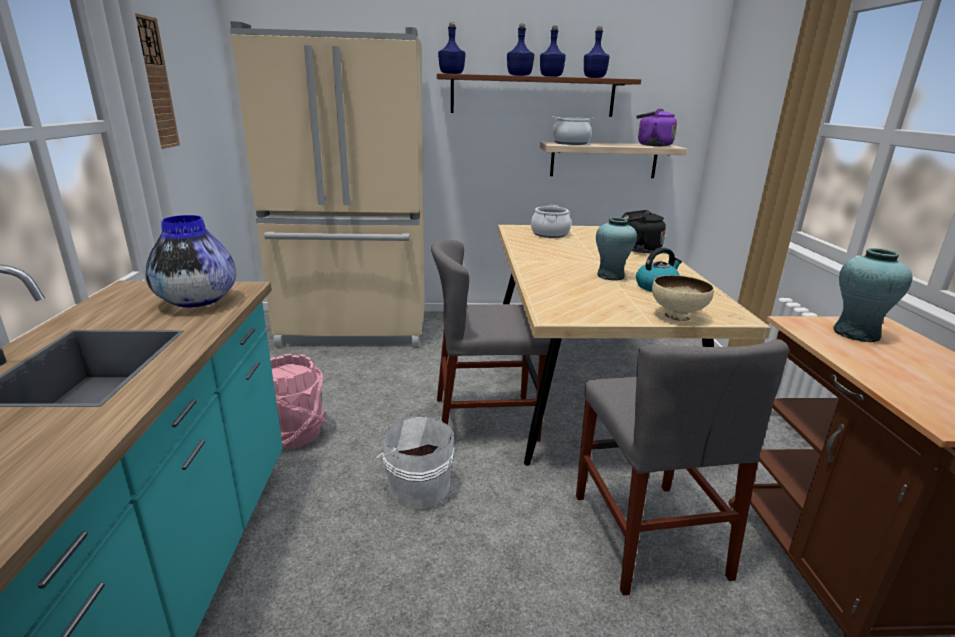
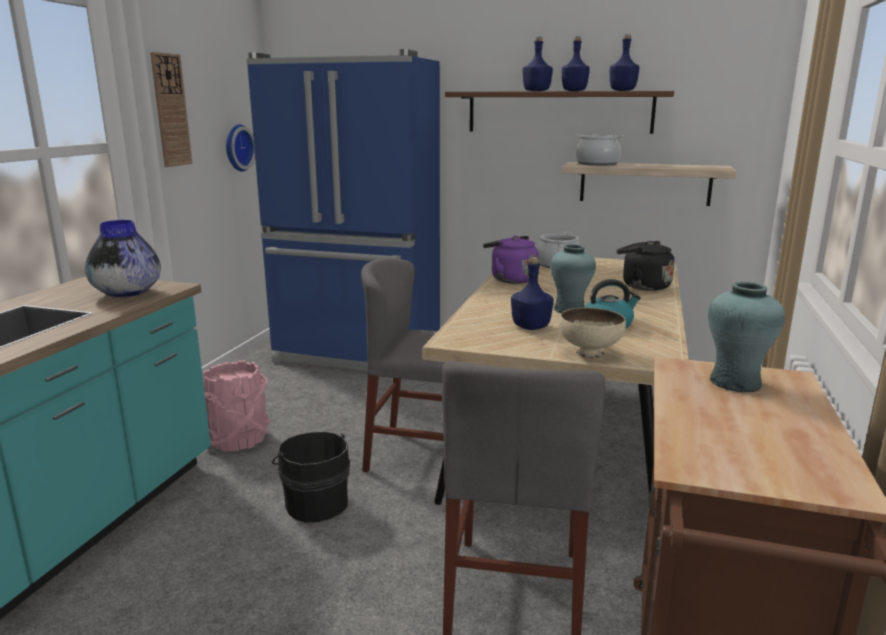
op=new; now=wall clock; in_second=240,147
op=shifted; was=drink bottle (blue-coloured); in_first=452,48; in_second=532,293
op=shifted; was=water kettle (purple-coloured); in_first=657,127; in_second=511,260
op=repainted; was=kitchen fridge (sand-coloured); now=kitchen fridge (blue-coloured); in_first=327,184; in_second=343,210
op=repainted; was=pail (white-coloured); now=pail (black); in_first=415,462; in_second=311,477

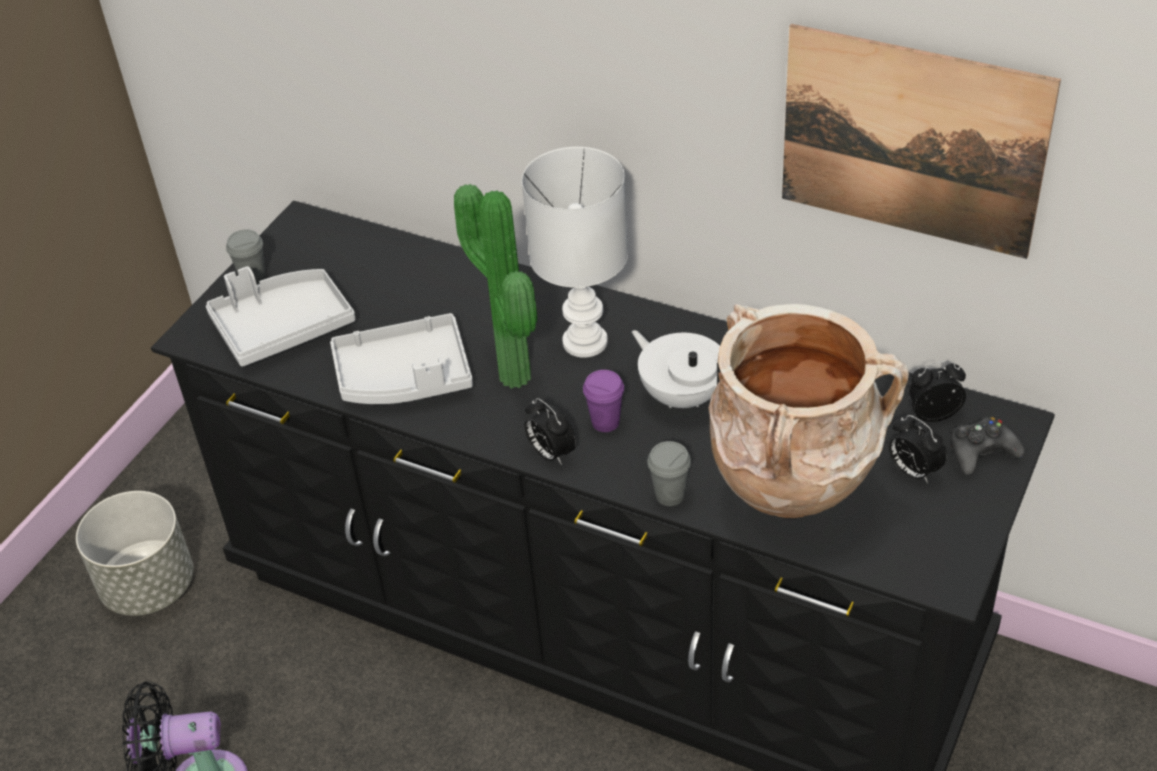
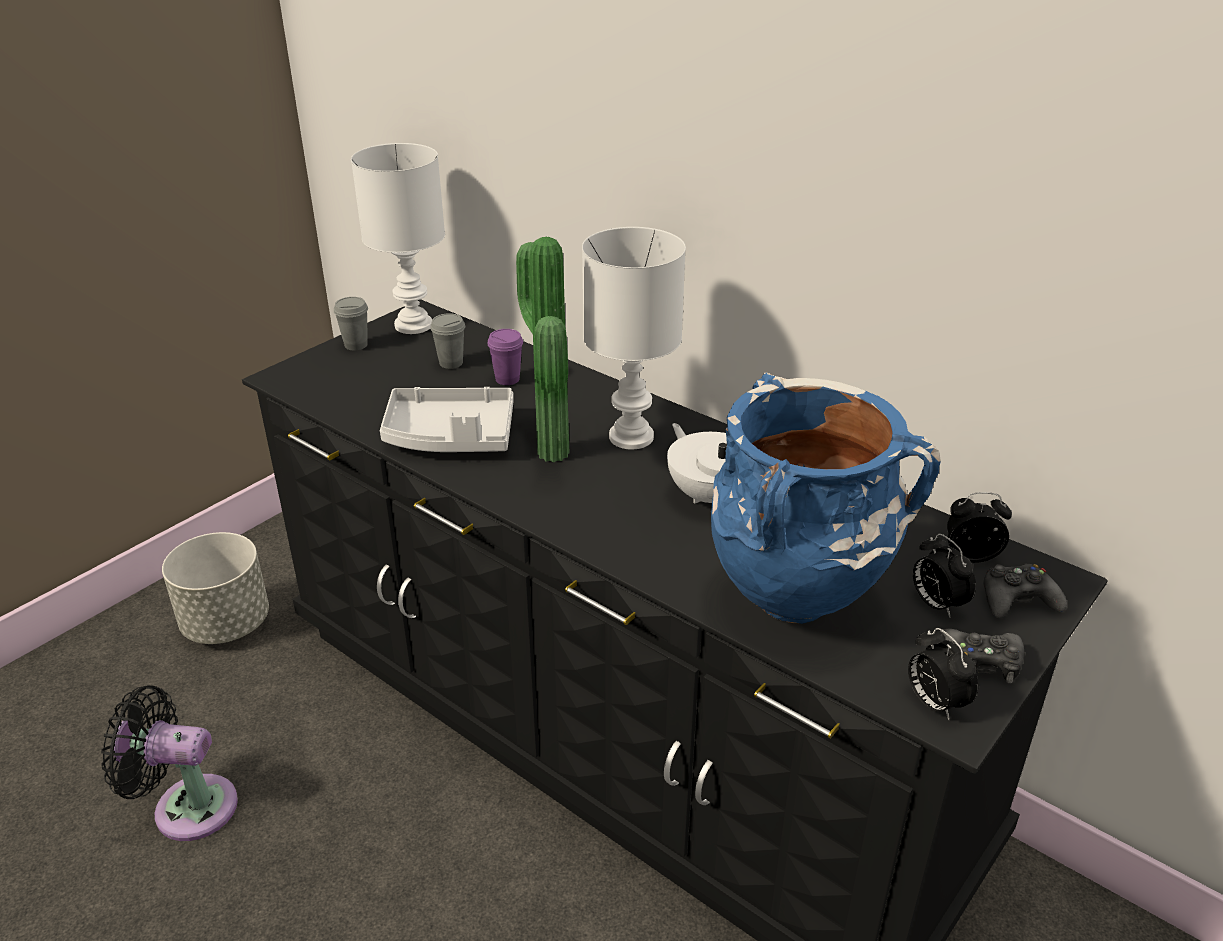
op=gone; was=tray (greyish); in_first=281,316
op=gone; was=wall art; in_first=921,141
op=new; now=tabletop lamp (white-coloured); in_second=398,238
op=new; now=gamepad (black); in_second=981,656
op=shifted; was=alarm clock; in_first=550,431; in_second=943,674
op=shifted; was=drinking cup (purple-coloured); in_first=603,401; in_second=505,357
op=shifted; was=drinking cup (greyish); in_first=669,473; in_second=447,341
op=repainted; was=flower vase (sand-coloured); now=flower vase (blue-coloured); in_first=809,411; in_second=826,498

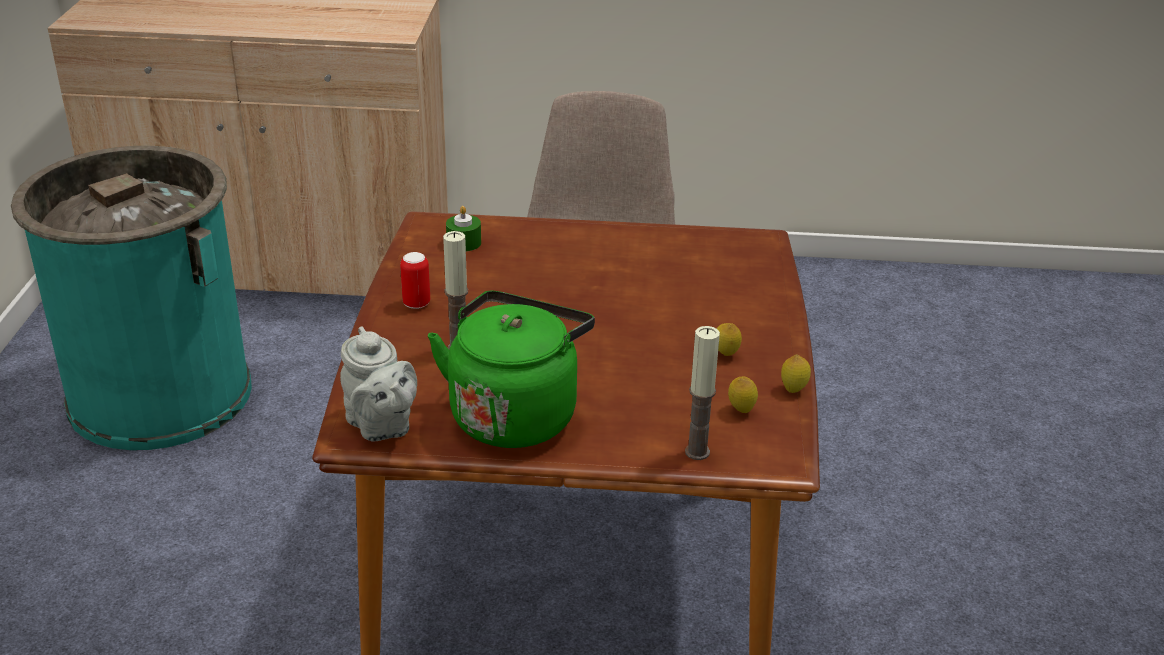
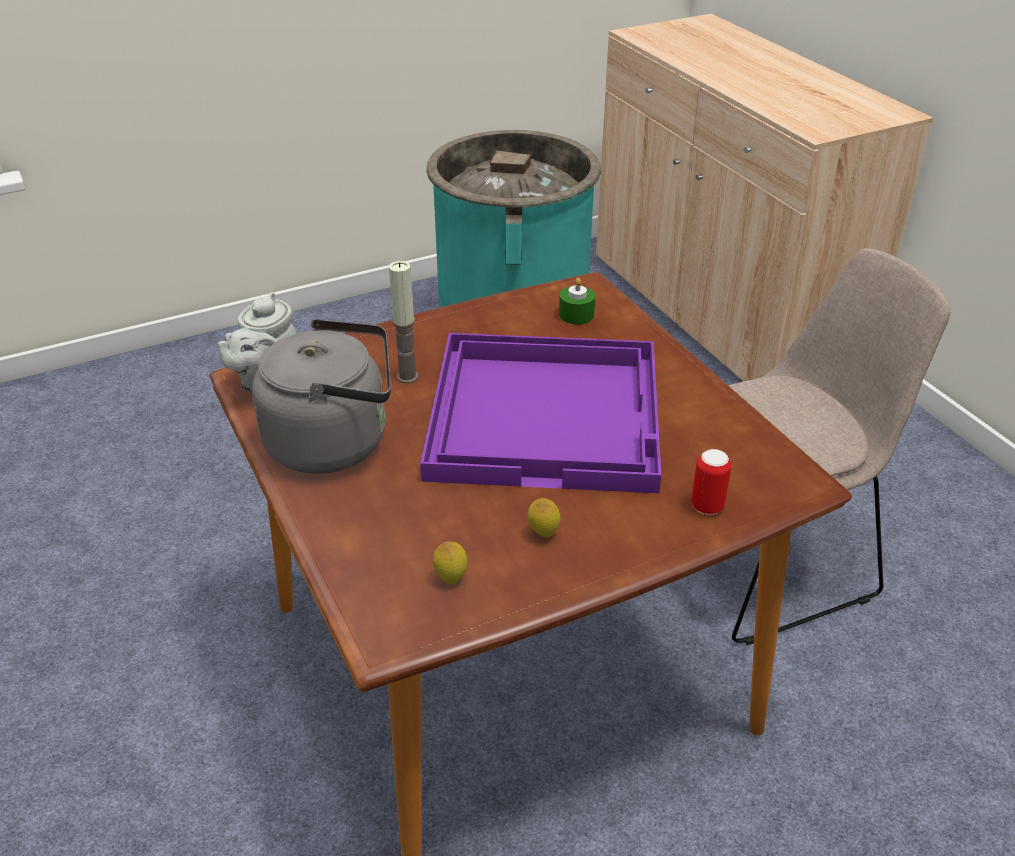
op=gone; was=candle; in_first=702,393
op=gone; was=whole lemon; in_first=796,373
op=new; now=tray (purple-coloured); in_second=540,413
op=shifted; was=sealed can; in_first=415,280; in_second=711,482
op=repainted; was=water kettle (green-coloured); now=water kettle (greyish); in_first=511,369; in_second=321,396

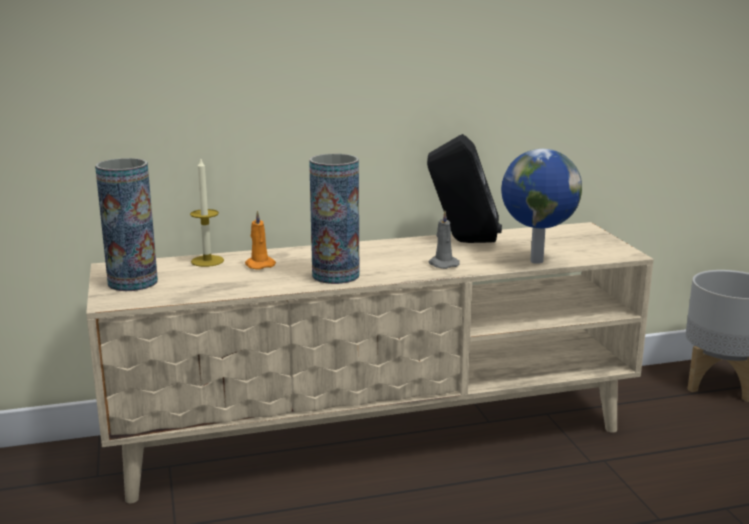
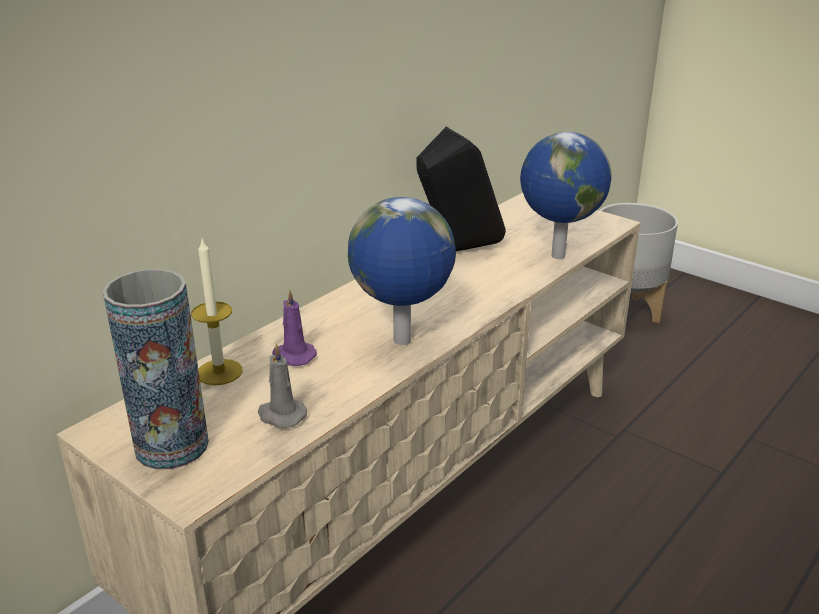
op=shifted; was=candle (greyish); in_first=444,240; in_second=282,385
op=swapped; was=flower vase; now=desk globe; in_first=334,219; in_second=402,271
op=repainted; was=candle (orange-coloured); now=candle (purple-coloured); in_first=260,240; in_second=294,327

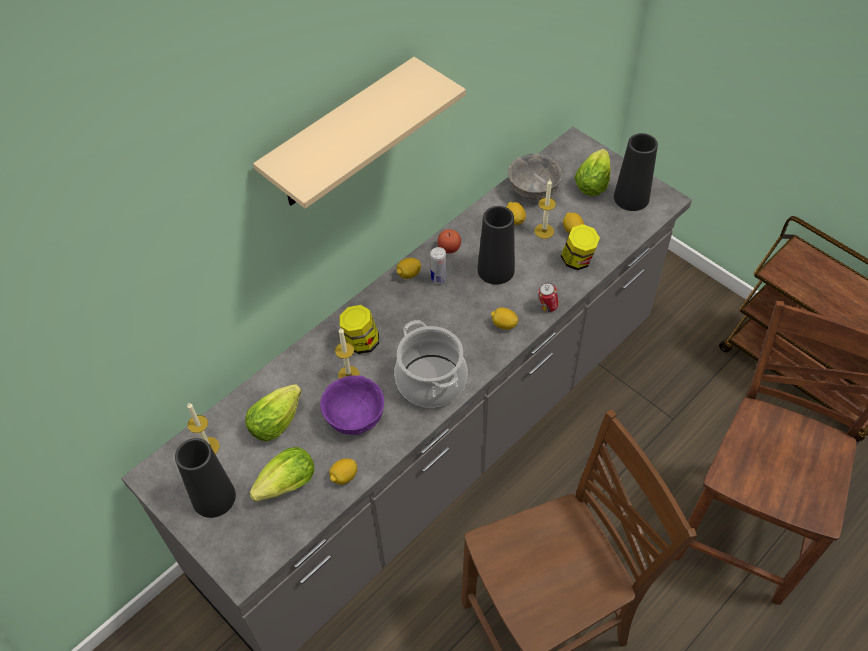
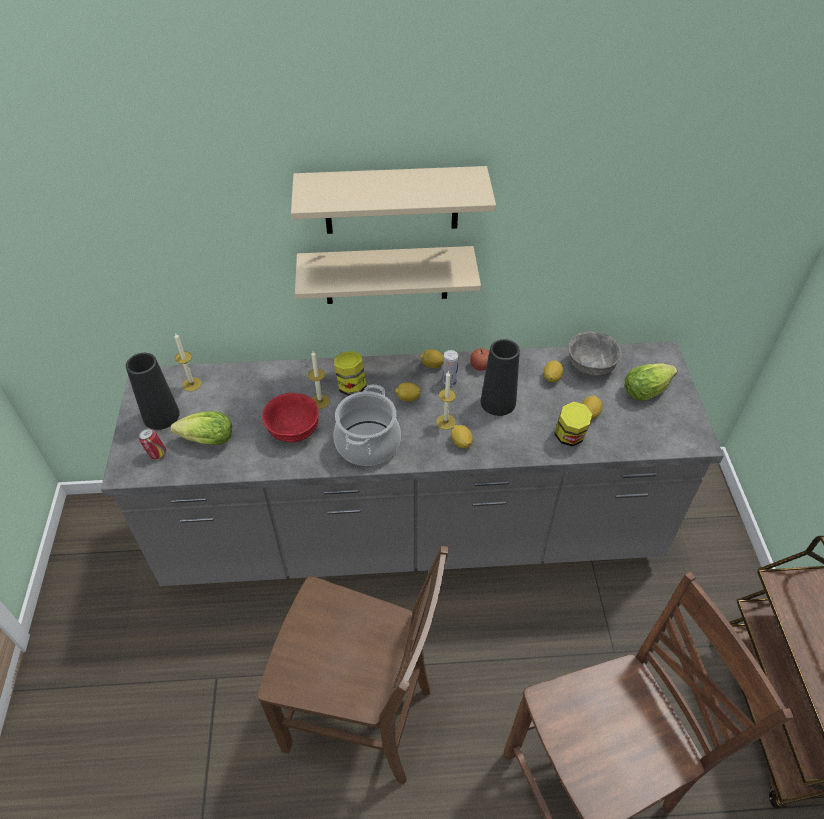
op=gone; was=lettuce head; in_first=273,413
op=gone; was=flower vase (black); in_first=636,172
op=new; now=bracket shelf (sand-coloured); in_second=388,275
op=shifted; was=whole lemon; in_first=343,471; in_second=408,392
op=shifted; was=candle; in_first=545,209; in_second=446,400
op=shifted; was=sealed can; in_first=548,297; in_second=152,443
op=repainted; was=deep dish (purple-coloured); now=deep dish (reddish); in_first=352,405; in_second=290,417

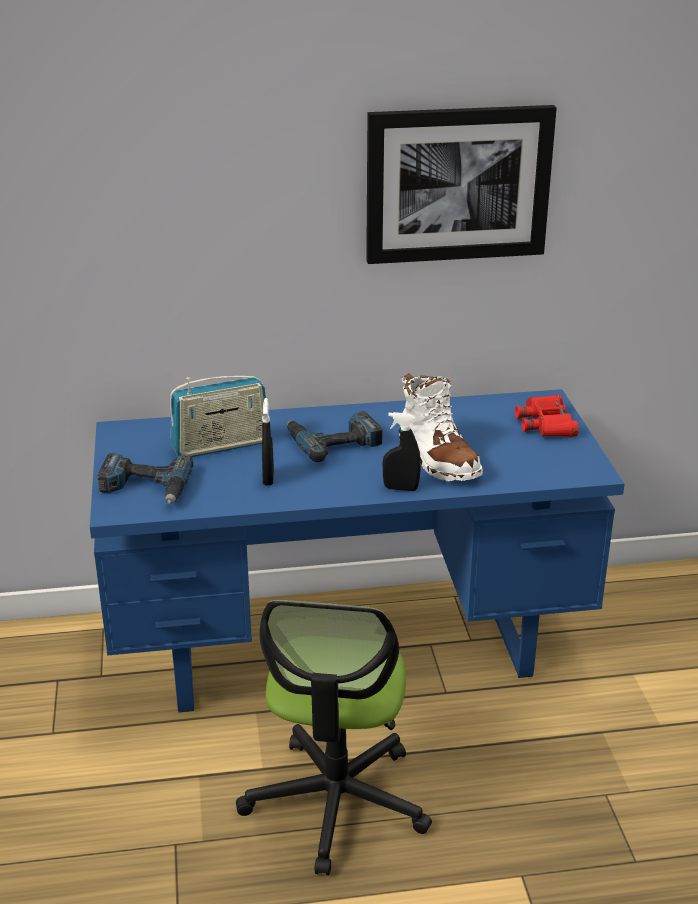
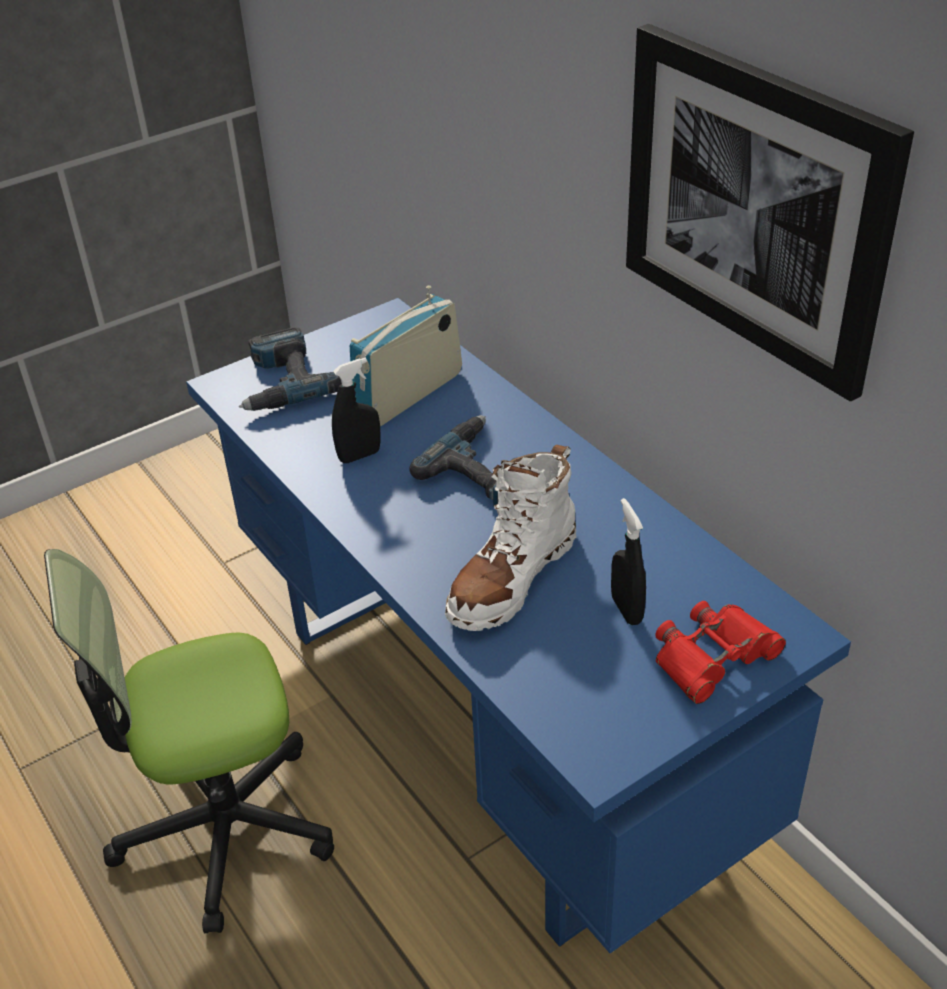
op=shifted; was=sprayer (black); in_first=402,451; in_second=628,561
op=rotated; was=radio; in_first=218,416; in_second=406,356; clockwise=90

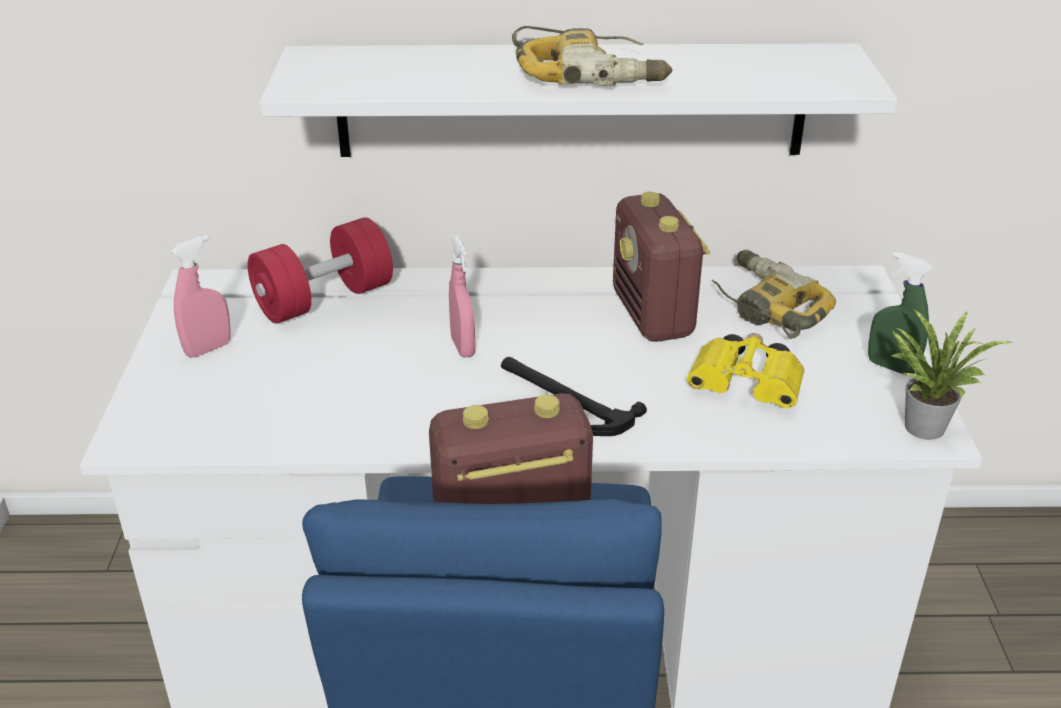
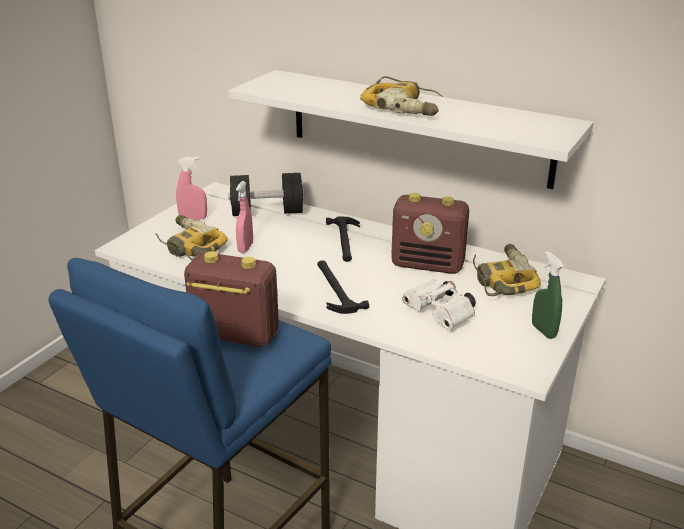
op=gone; was=plant in a pot; in_first=952,375
op=new; now=electric drill; in_second=191,238
op=new; now=hand hammer; in_second=343,239
op=shifted; was=sprayer (pink); in_first=462,296; in_second=244,217
op=repainted; was=dumbbell (reddish); now=dumbbell (black); in_first=320,270; in_second=266,194
op=repainted; was=pair of binoculars (yellowish); now=pair of binoculars (white-coloured); in_first=745,370; in_second=439,304
op=rotated; was=radio; in_first=661,267; in_second=430,233; clockwise=-90

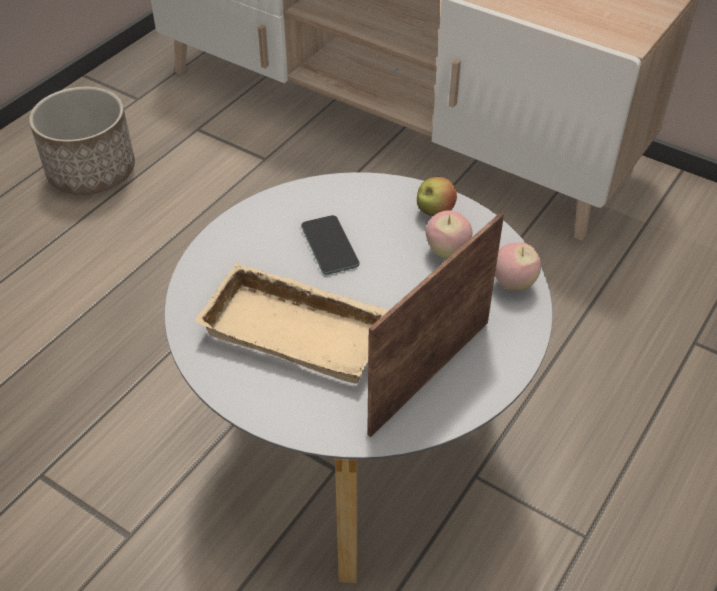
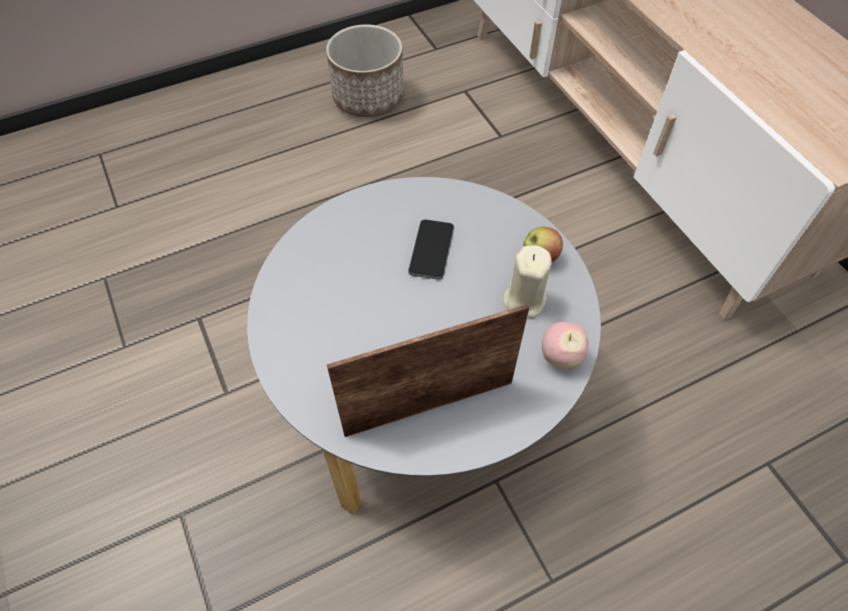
op=gone; was=tray (sand-coloured); in_first=291,323
op=swapped; was=apple; now=candle (sand-coloured); in_first=449,234; in_second=527,281

